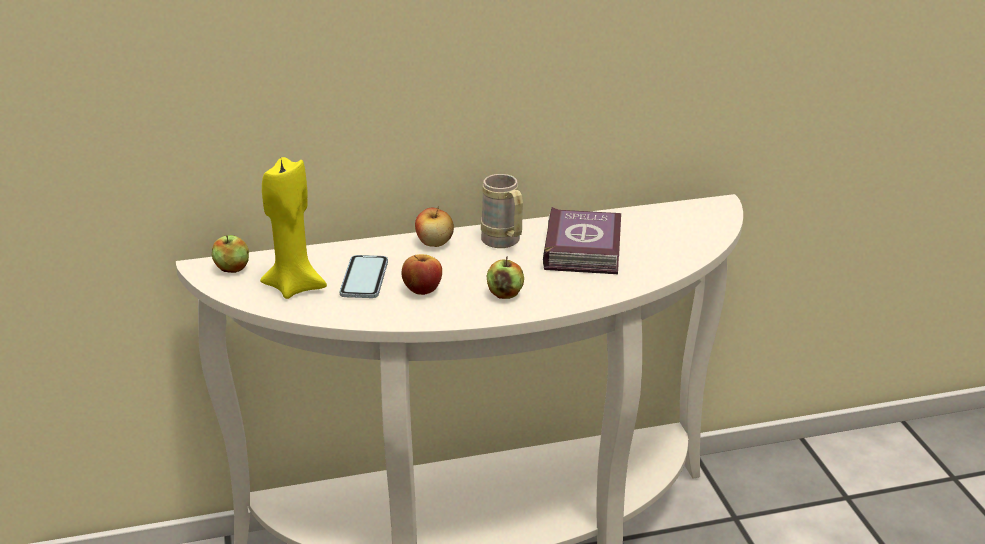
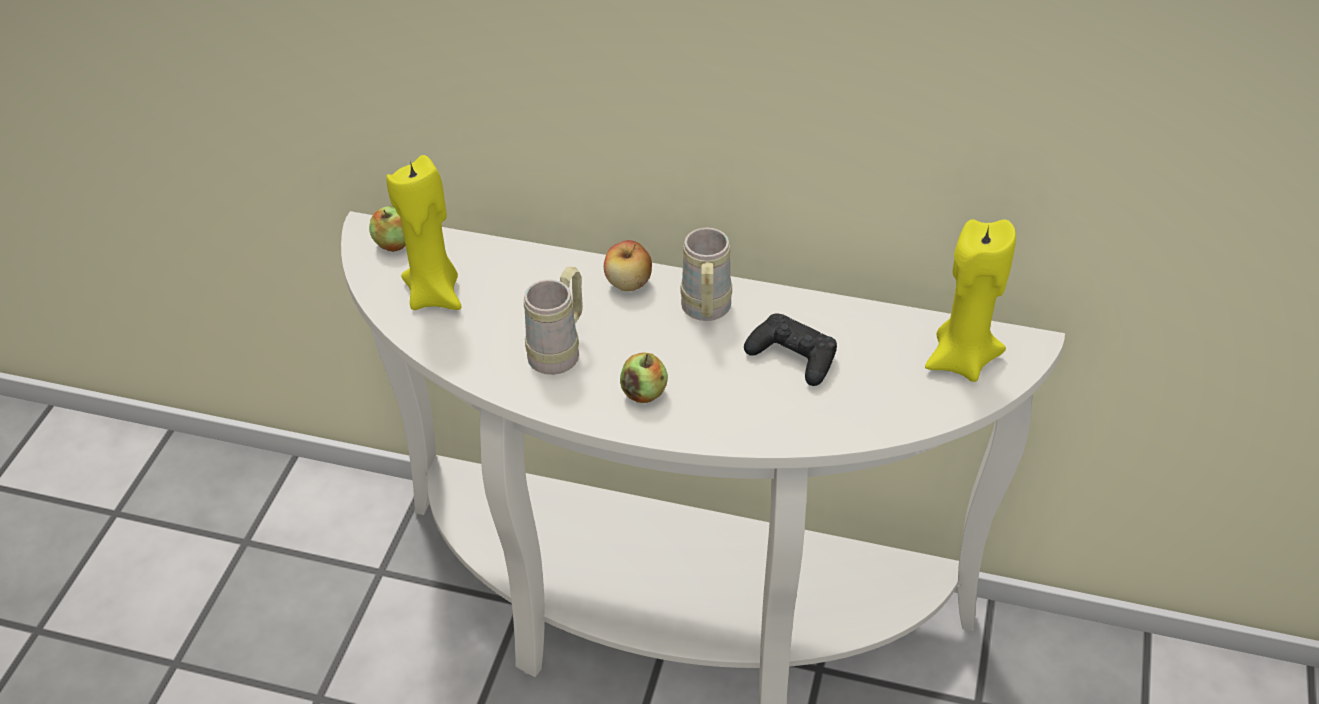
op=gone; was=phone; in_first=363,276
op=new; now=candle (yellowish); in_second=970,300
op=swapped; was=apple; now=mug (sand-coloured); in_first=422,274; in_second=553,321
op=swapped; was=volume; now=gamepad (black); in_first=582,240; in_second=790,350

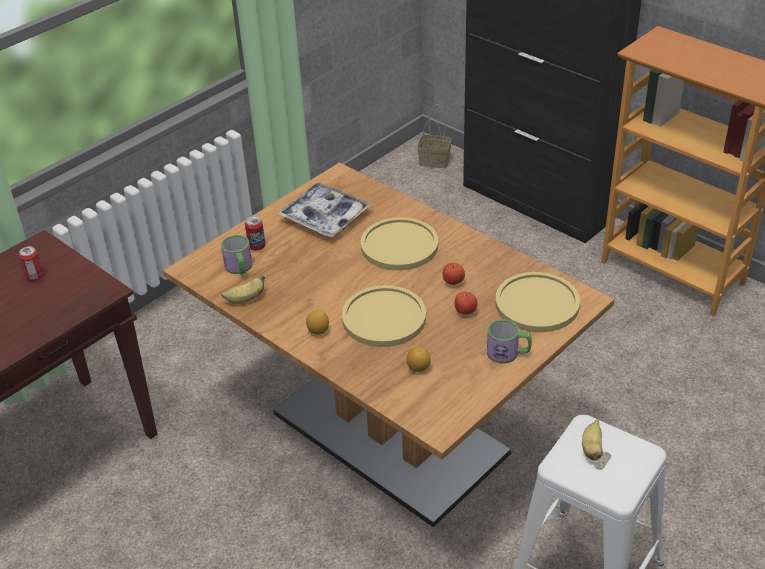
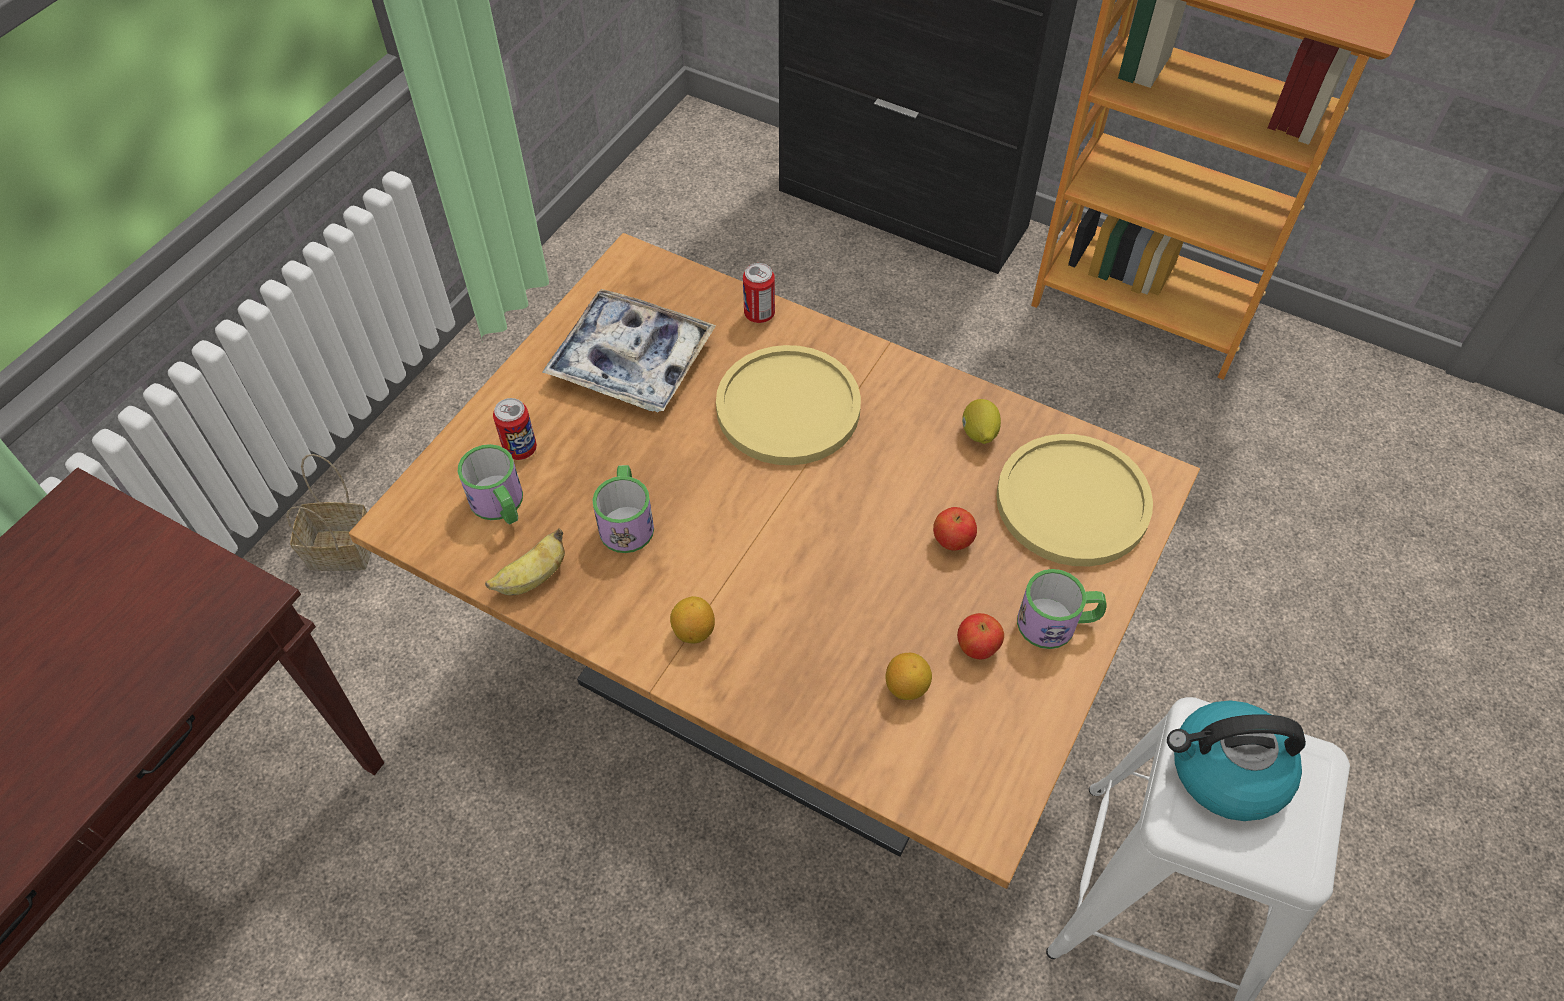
op=gone; was=flat dish (yellowish); in_first=384,316
op=new; now=mug; in_second=623,509
op=new; now=whole lemon; in_second=981,421
op=shifted; was=sealed can; in_first=31,263; in_second=759,293
op=shifted; was=household basket; in_first=435,136; in_second=328,512
op=shifted; was=apple; in_first=454,274; in_second=980,636
op=swapped; was=banana fruit; now=water kettle; in_first=592,440; in_second=1236,760

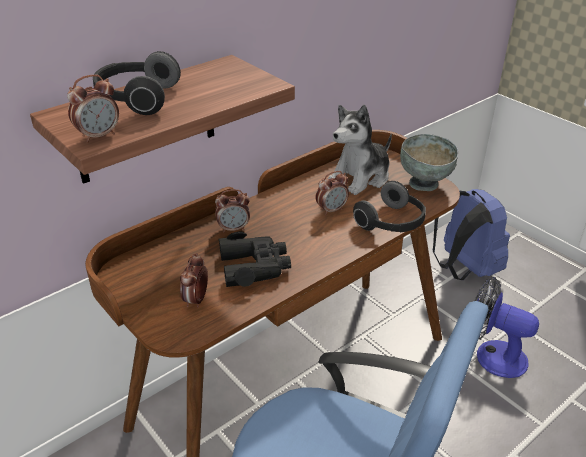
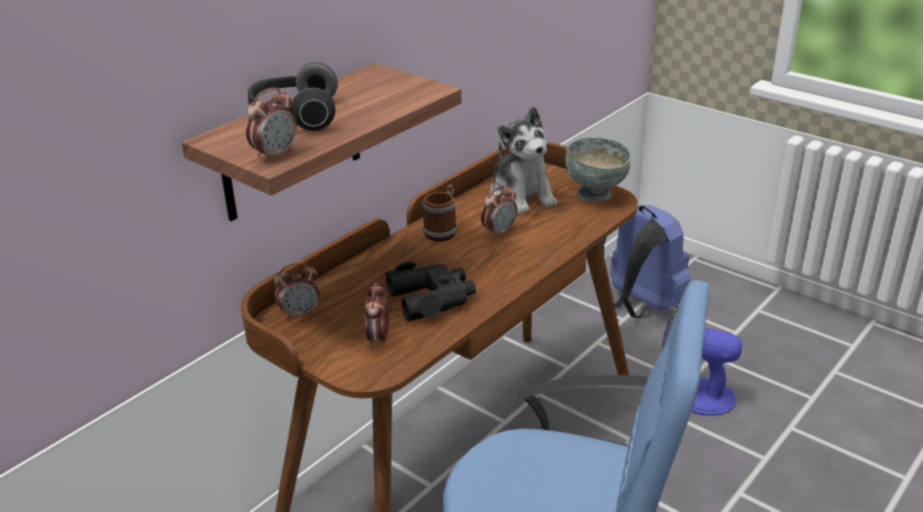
op=gone; was=headset; in_first=389,206
op=new; now=mug; in_second=440,213
op=shifted; was=alarm clock; in_first=232,211; in_second=297,291
op=rotated; was=cuddly toy; in_first=360,150; in_second=523,160; clockwise=-60

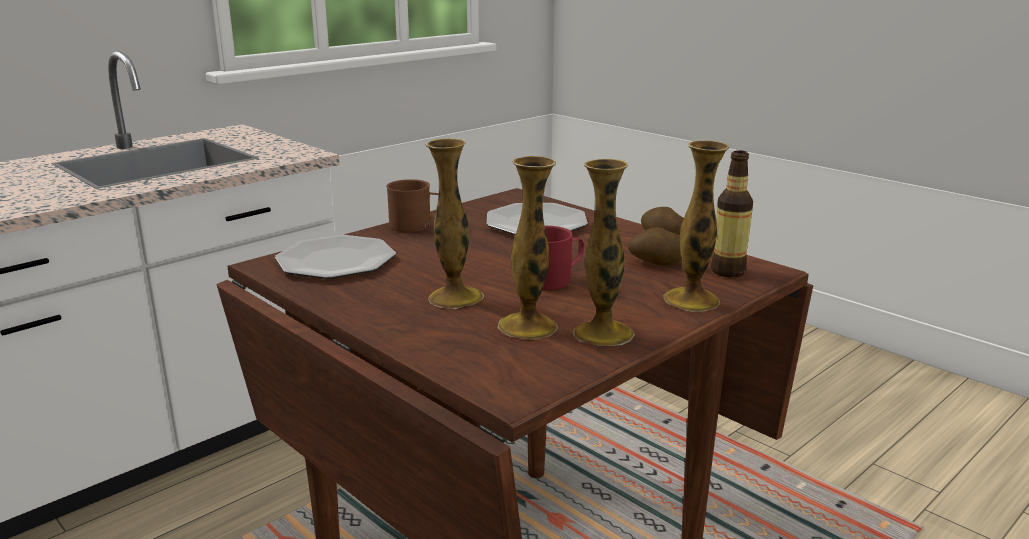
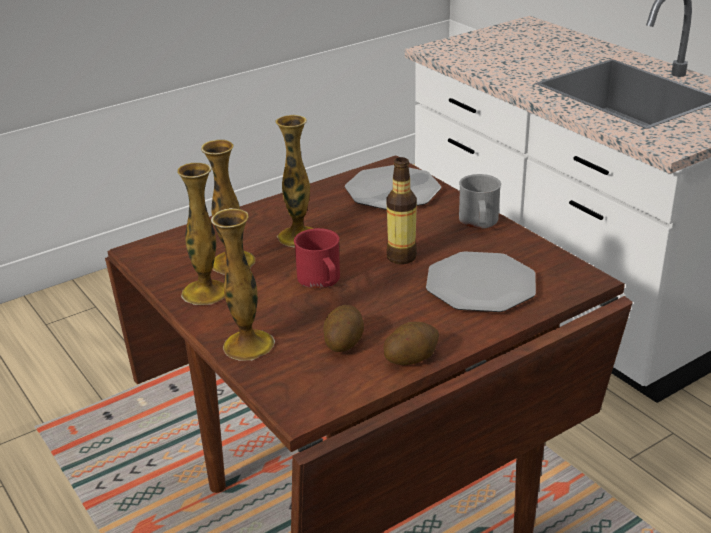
op=shifted; was=drink bottle; in_first=732,214; in_second=401,210
op=repainted; was=mug (brown-coloured); now=mug (greyish); in_first=412,205; in_second=480,201

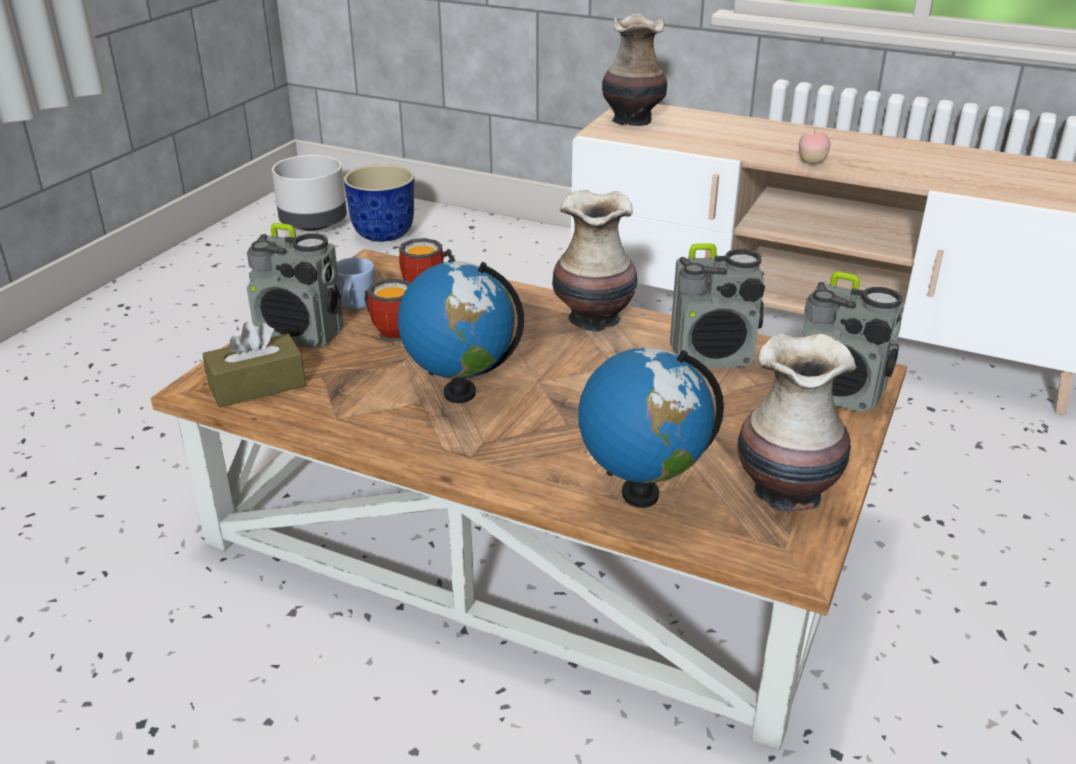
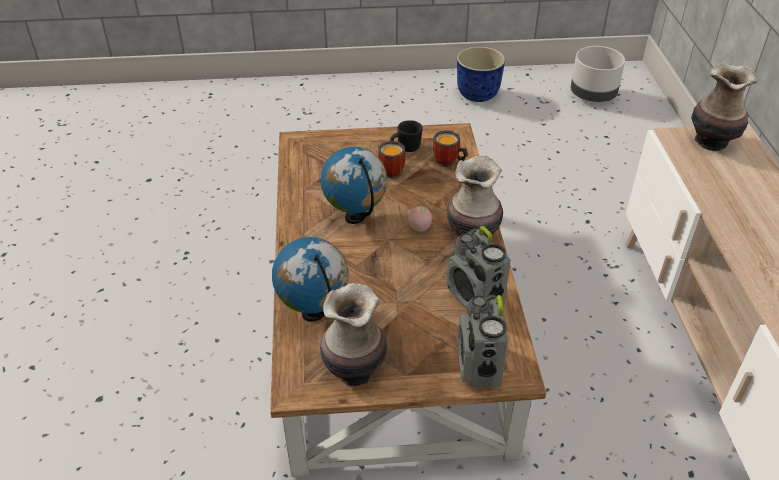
op=gone; was=box of tissues (brown-coloured); in_first=254,364
op=gone; was=radio; in_first=295,285
op=shifted; was=flower pot; in_first=378,203; in_second=481,74
op=shifted; was=apple; in_first=814,146; in_second=420,218
op=repainted; was=mug (blue-coloured); now=mug (black); in_first=355,283; in_second=406,136

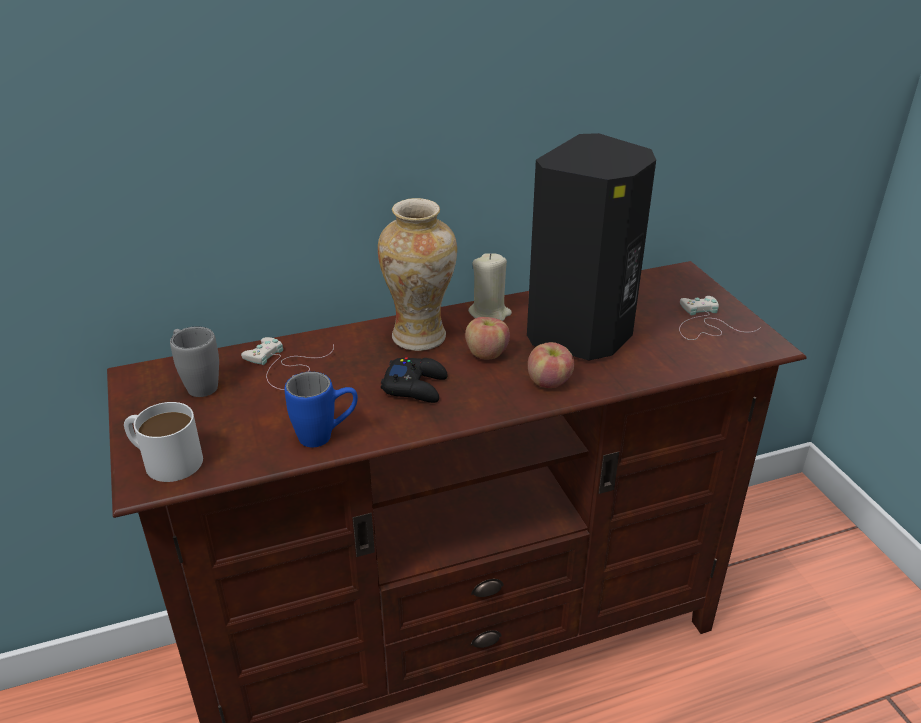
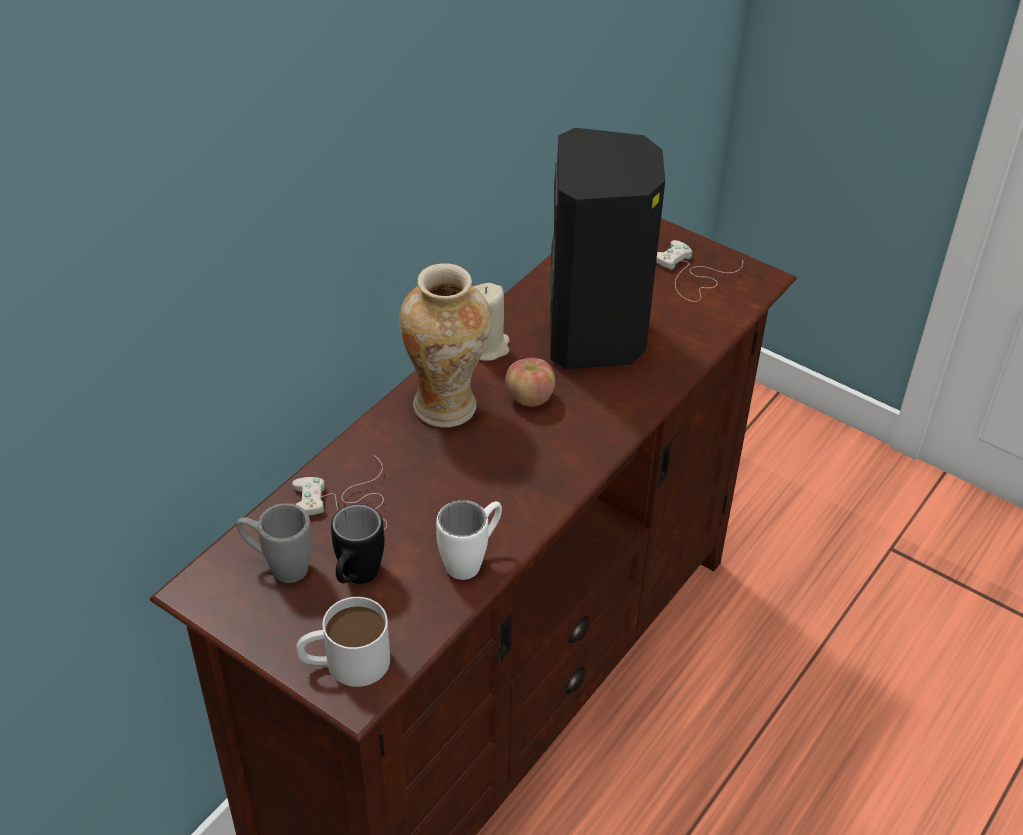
op=gone; was=gamepad (black); in_first=414,380
op=gone; was=apple; in_first=551,365
op=new; now=mug (black); in_second=357,544
op=repainted; was=mug (blue-coloured); now=mug (white-coloured); in_first=321,409; in_second=469,540

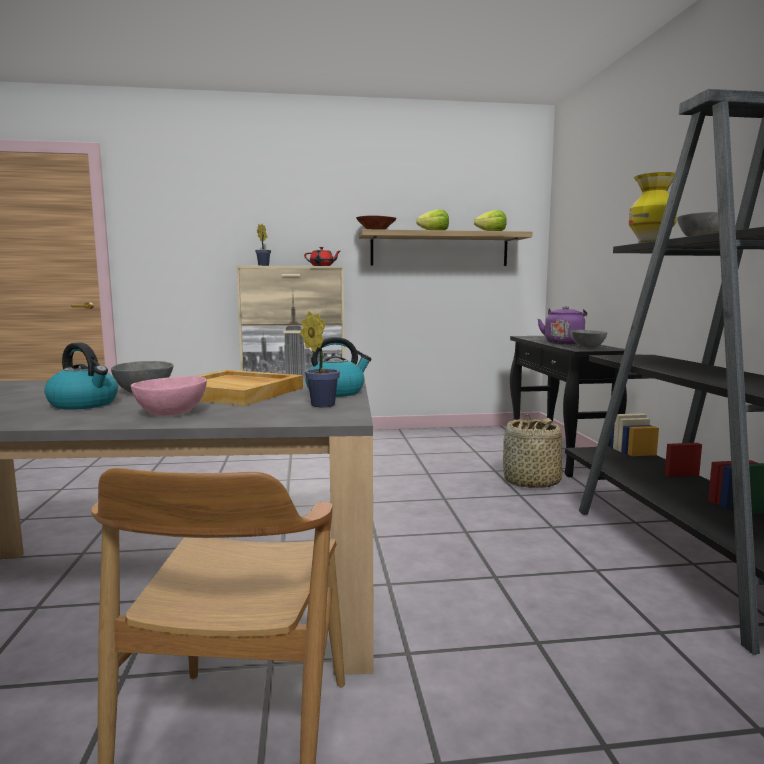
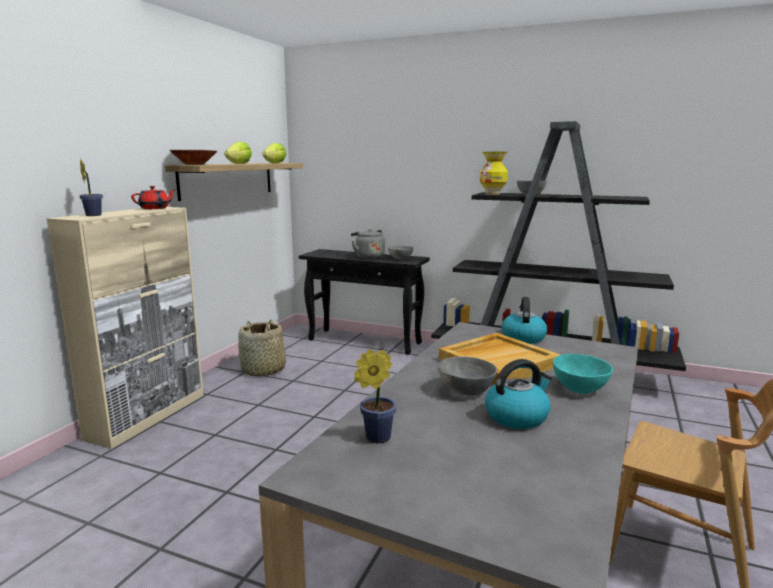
op=shifted; was=plant in a pot; in_first=320,359; in_second=375,396
op=shifted; was=household basket; in_first=533,451; in_second=262,348
op=repainted; was=deep dish (pink); now=deep dish (blue-green); in_first=169,396; in_second=583,374
op=repainted; was=water kettle (purple-coloured); now=water kettle (greyish); in_first=562,325; in_second=368,244

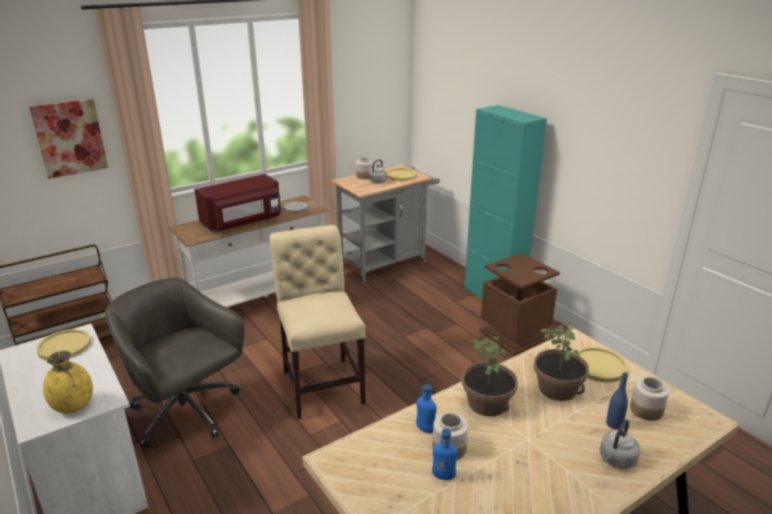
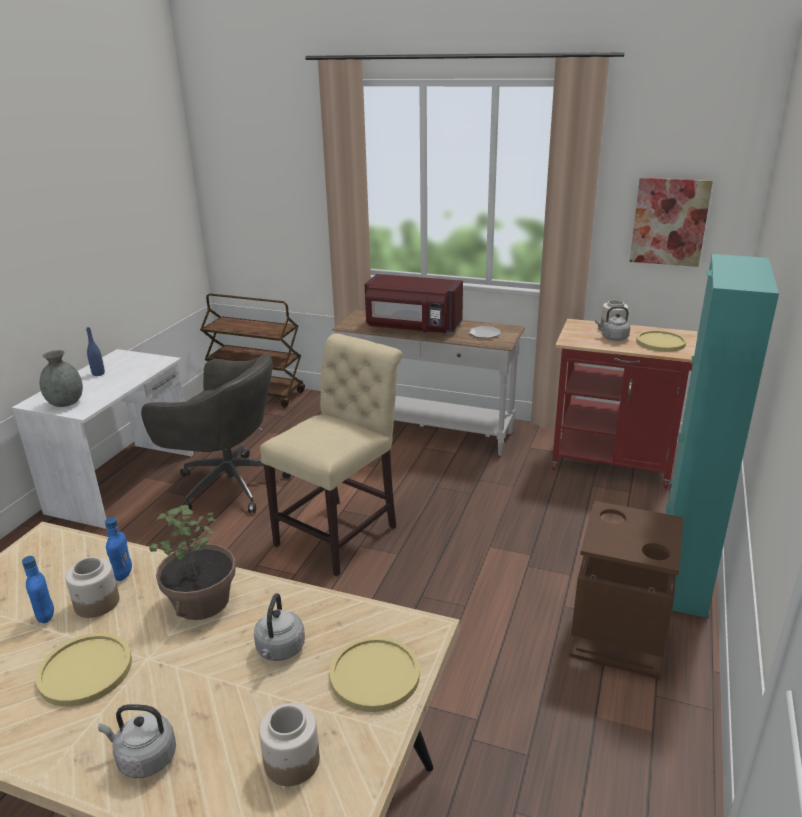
op=shifted; was=wall art; in_first=68,139; in_second=671,222
op=shifted; was=flat dish (yellowish); in_first=63,344; in_second=84,670
op=shifted; was=drink bottle (blue-coloured); in_first=617,400; in_second=95,351
op=swapped; was=plant in a pot; now=water kettle (greyish); in_first=561,362; in_second=279,627
op=repainted; was=flower vase (yellowish); now=flower vase (greyish); in_first=68,382; in_second=61,378
op=repainted; was=wheeled cart (greyish); now=wheeled cart (reddish); in_first=386,224; in_second=624,403
op=rotated; was=computer chair (greyish); in_first=174,363; in_second=216,433; clockwise=105

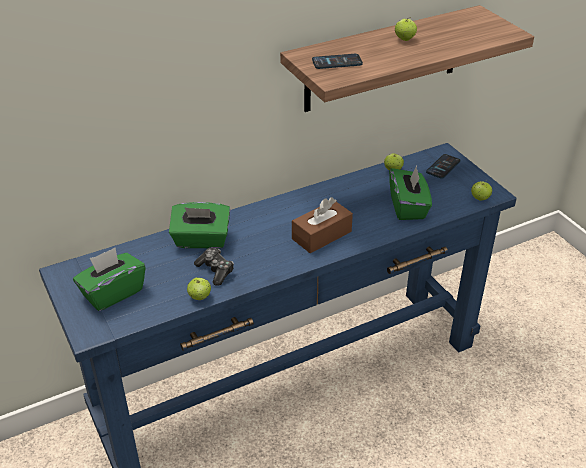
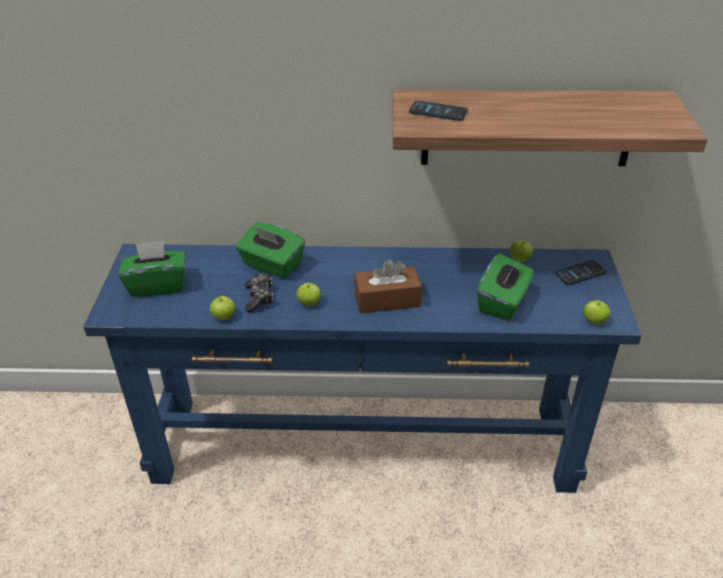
op=shifted; was=apple; in_first=406,29; in_second=308,294

